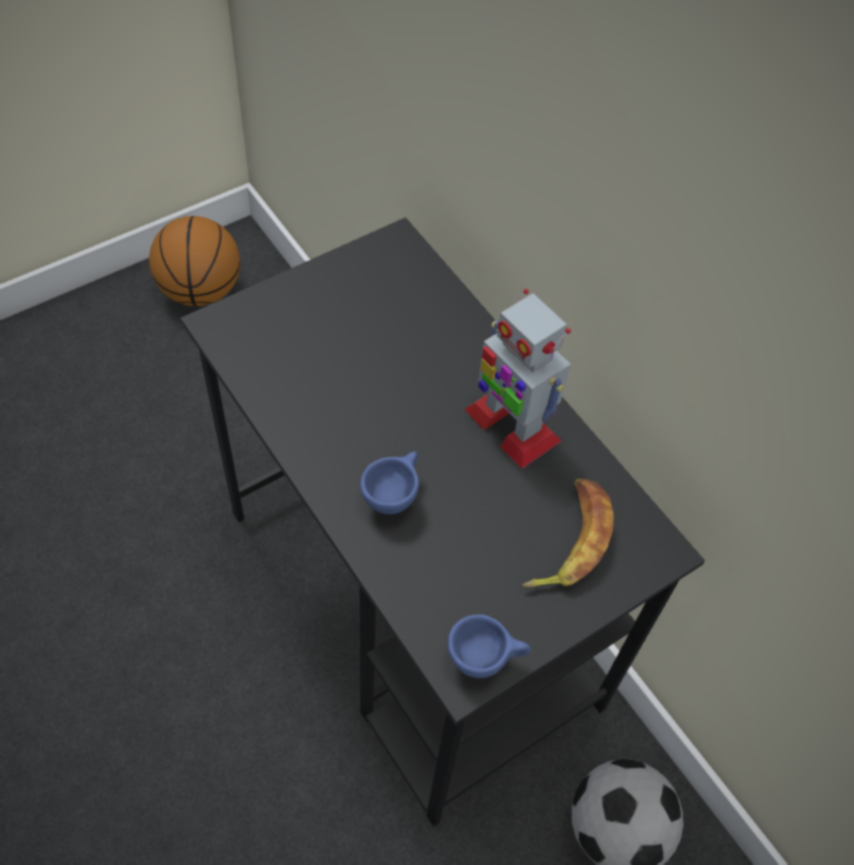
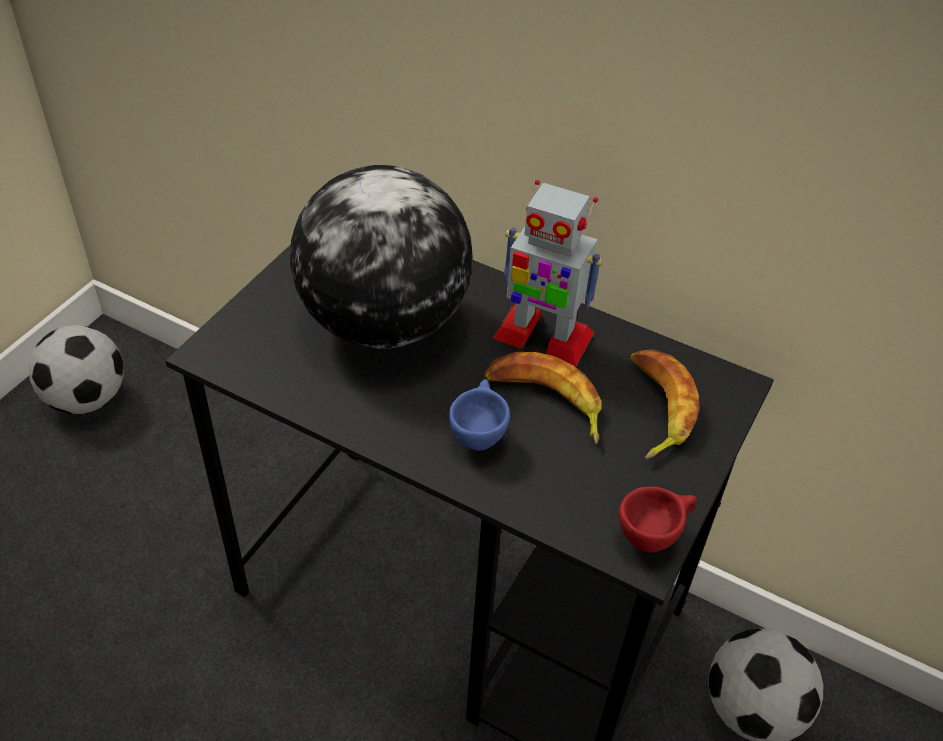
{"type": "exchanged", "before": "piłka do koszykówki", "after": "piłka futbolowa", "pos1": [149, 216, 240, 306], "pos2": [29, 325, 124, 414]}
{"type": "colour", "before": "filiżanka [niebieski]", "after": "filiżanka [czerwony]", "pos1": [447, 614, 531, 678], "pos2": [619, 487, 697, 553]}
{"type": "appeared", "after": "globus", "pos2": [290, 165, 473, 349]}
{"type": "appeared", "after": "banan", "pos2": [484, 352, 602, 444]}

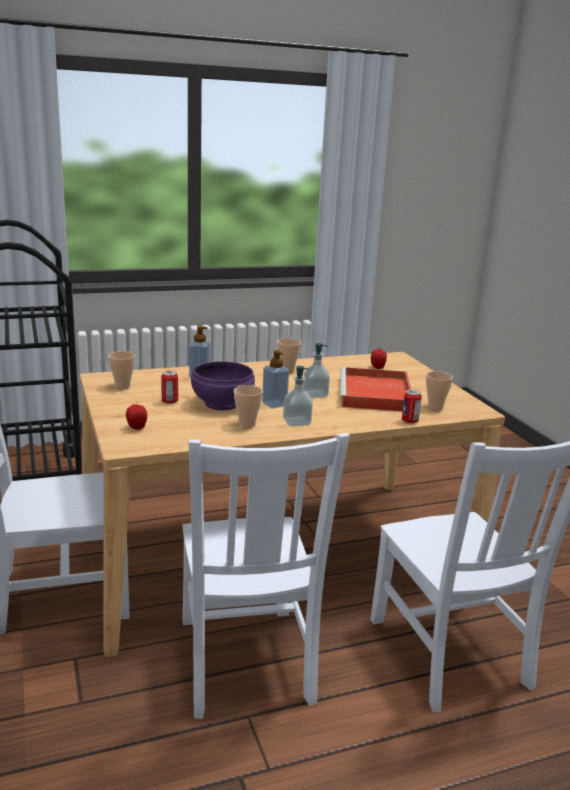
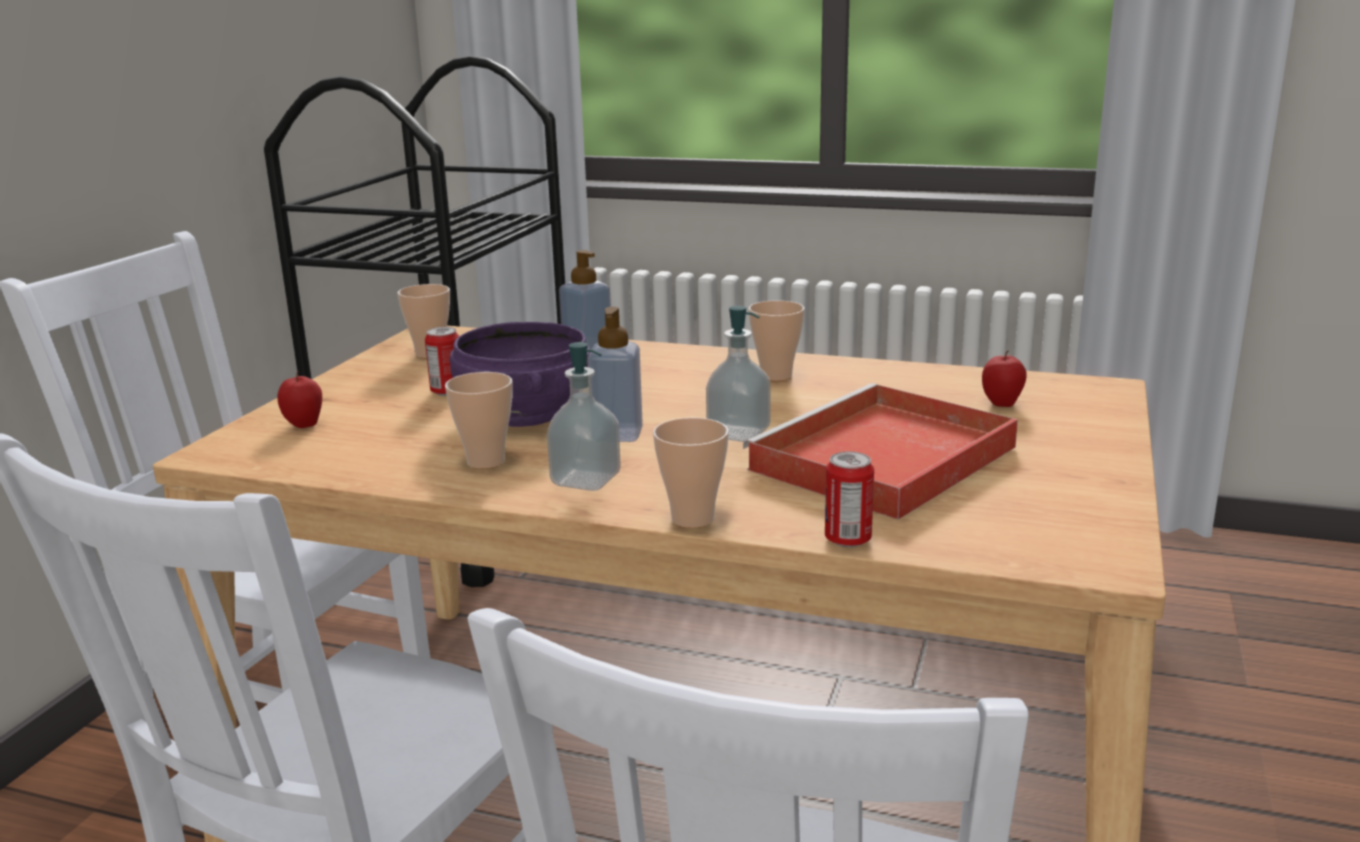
{"type": "relocated", "before": "filiżanka", "pos1": [426, 371, 453, 410], "pos2": [653, 417, 729, 528]}

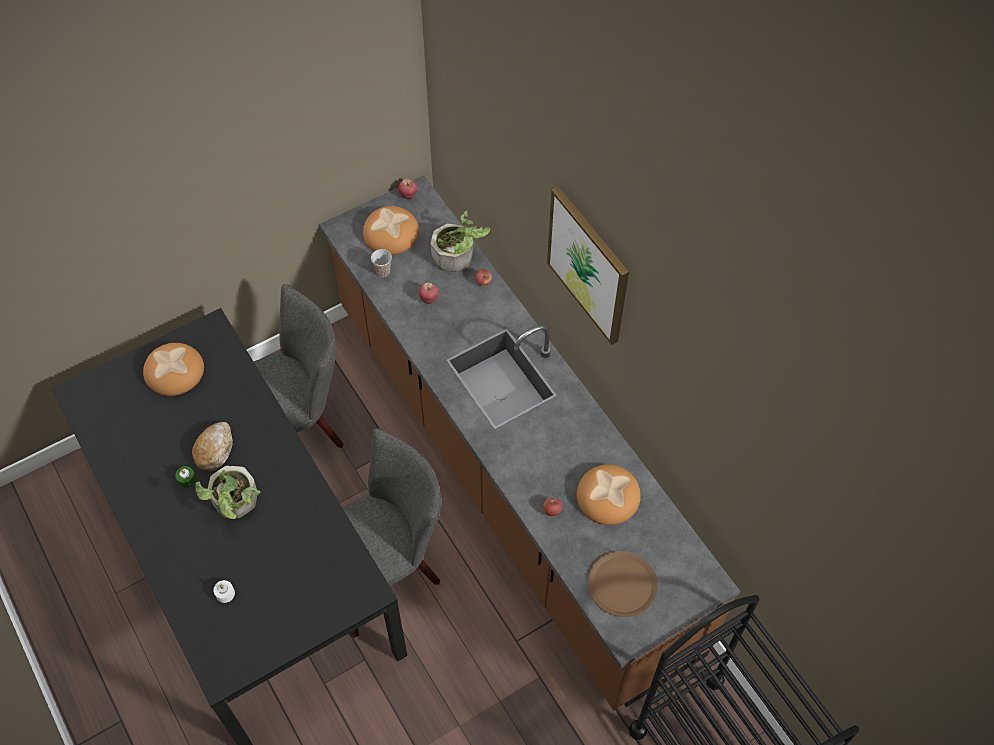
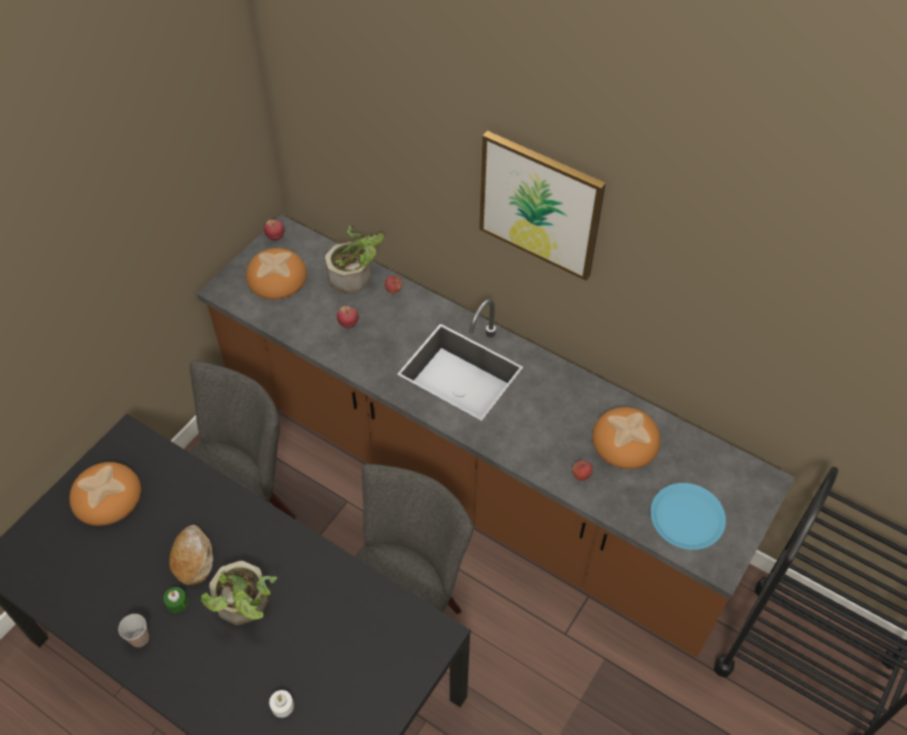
{"type": "relocated", "before": "filiżanka", "pos1": [371, 249, 392, 277], "pos2": [118, 614, 149, 647]}
{"type": "colour", "before": "talerz [brązowy]", "after": "talerz [niebieski]", "pos1": [588, 551, 658, 617], "pos2": [650, 483, 726, 550]}

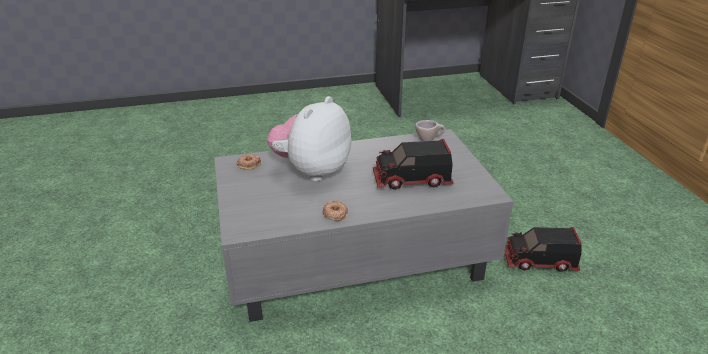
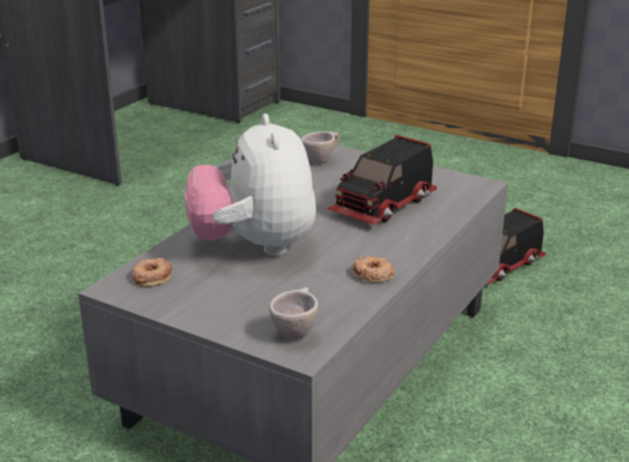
{"type": "appeared", "after": "filiżanka [beżowy]", "pos2": [269, 287, 318, 340]}

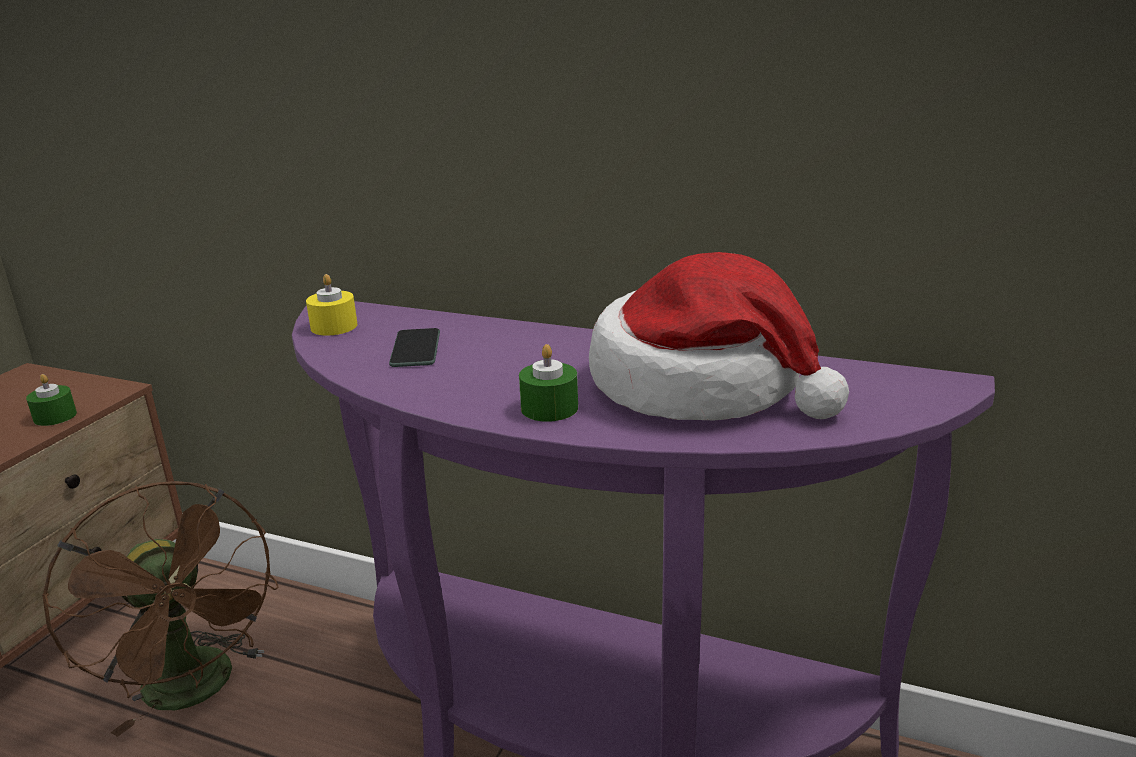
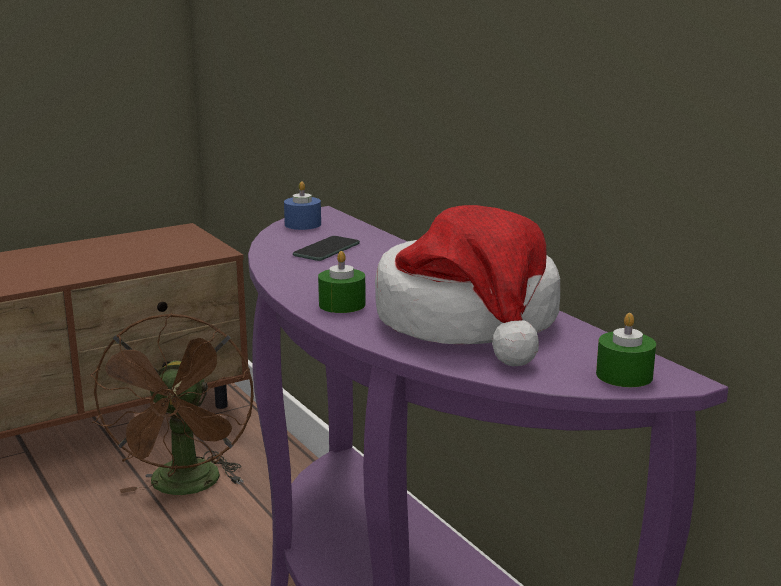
{"type": "relocated", "before": "świeca [zielony]", "pos1": [26, 374, 77, 426], "pos2": [596, 313, 656, 387]}
{"type": "colour", "before": "świeca [żółty]", "after": "świeca [niebieski]", "pos1": [306, 274, 357, 335], "pos2": [284, 181, 321, 230]}

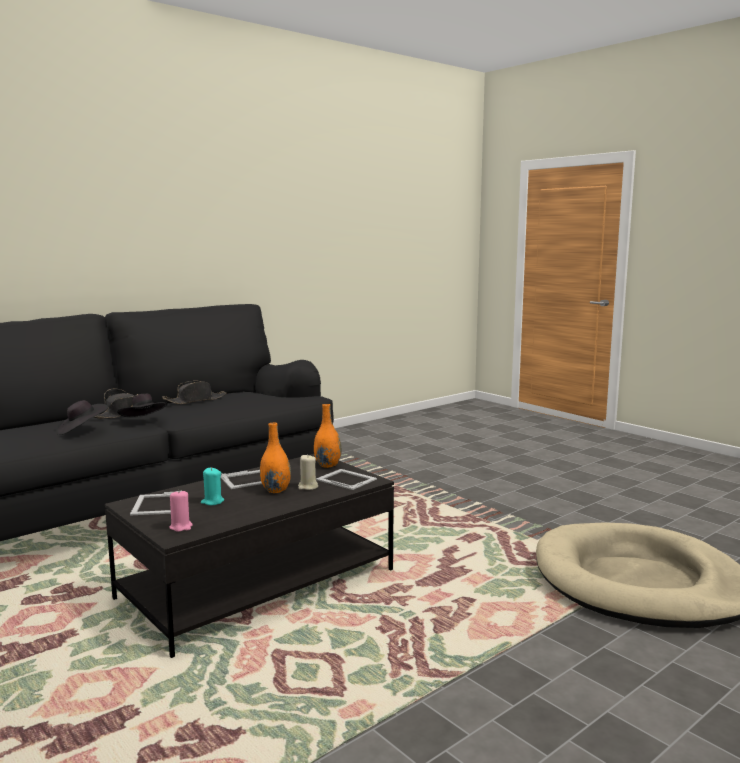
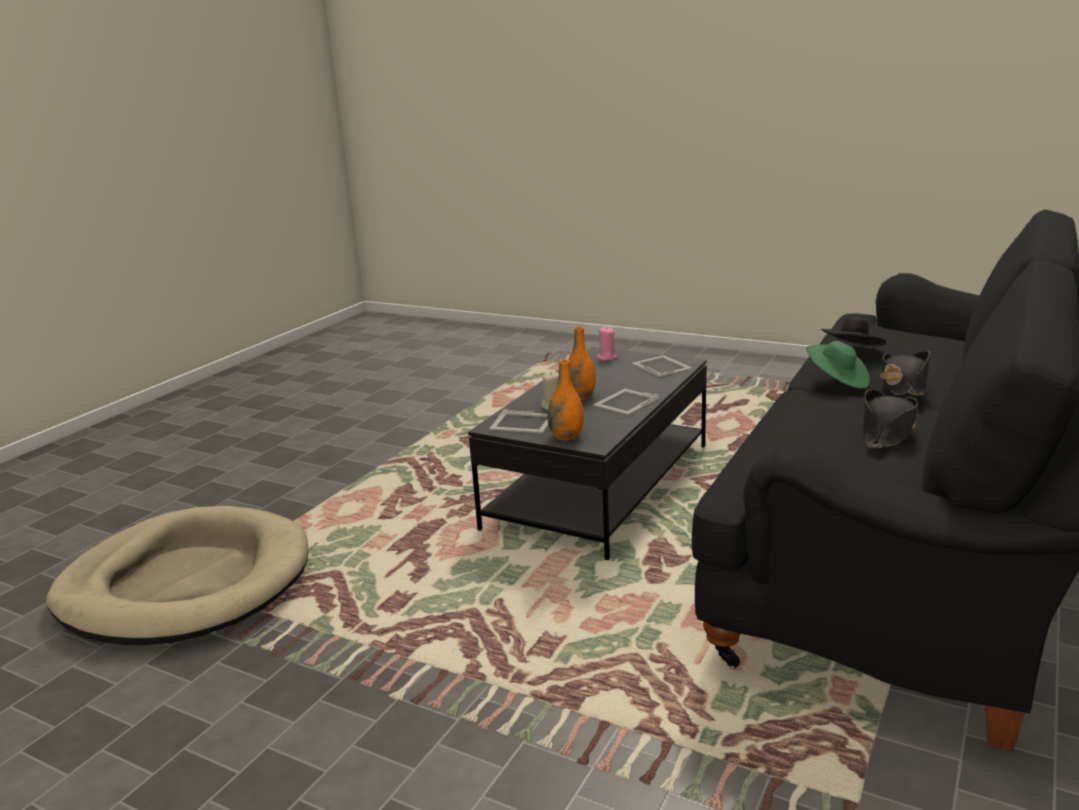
{"type": "colour", "before": "kapelusz [czarny]", "after": "kapelusz [zielony]", "pos1": [117, 394, 168, 417], "pos2": [806, 341, 870, 389]}
{"type": "missing", "before": "świeca [turkusowy]", "pos1": [201, 467, 224, 505]}

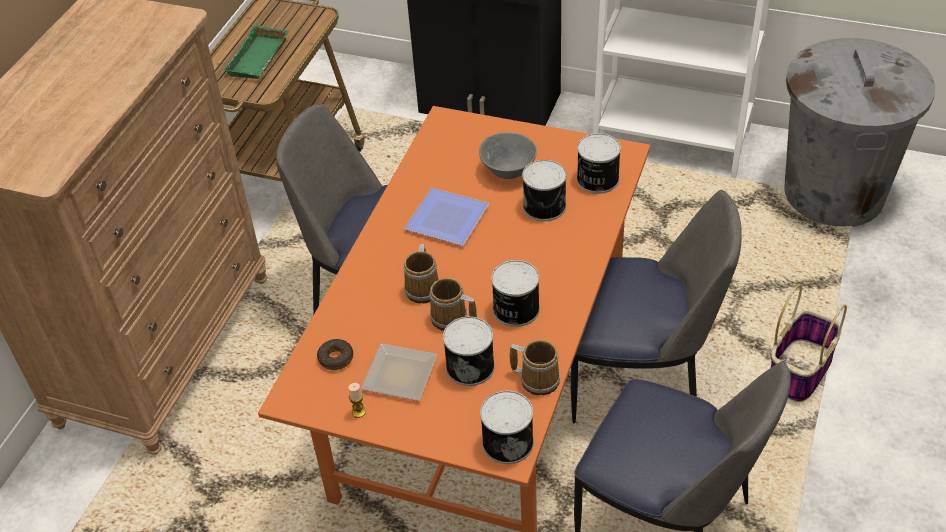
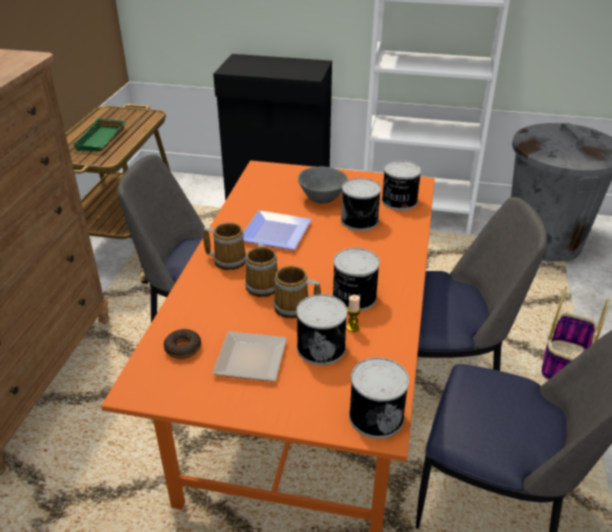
{"type": "relocated", "before": "świeca", "pos1": [348, 383, 366, 418], "pos2": [346, 295, 361, 332]}
{"type": "relocated", "before": "kubek", "pos1": [510, 340, 560, 395], "pos2": [203, 222, 246, 270]}

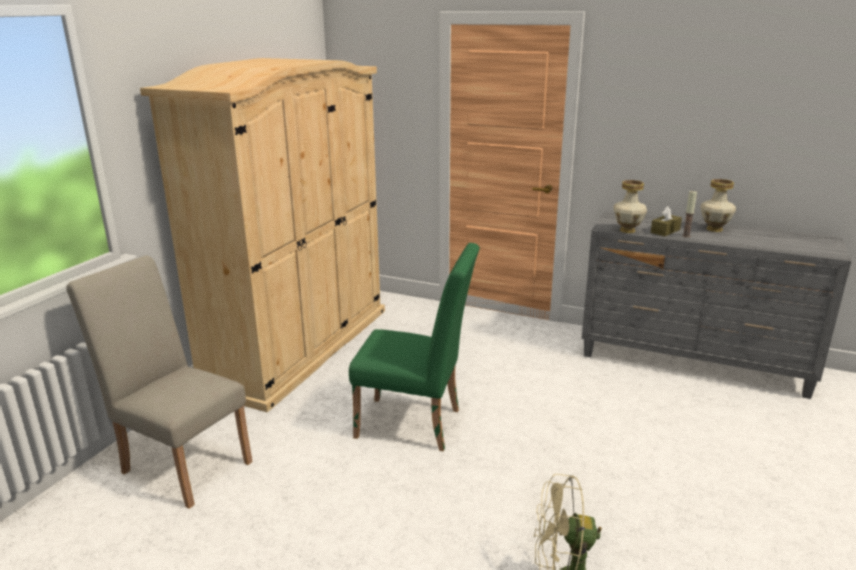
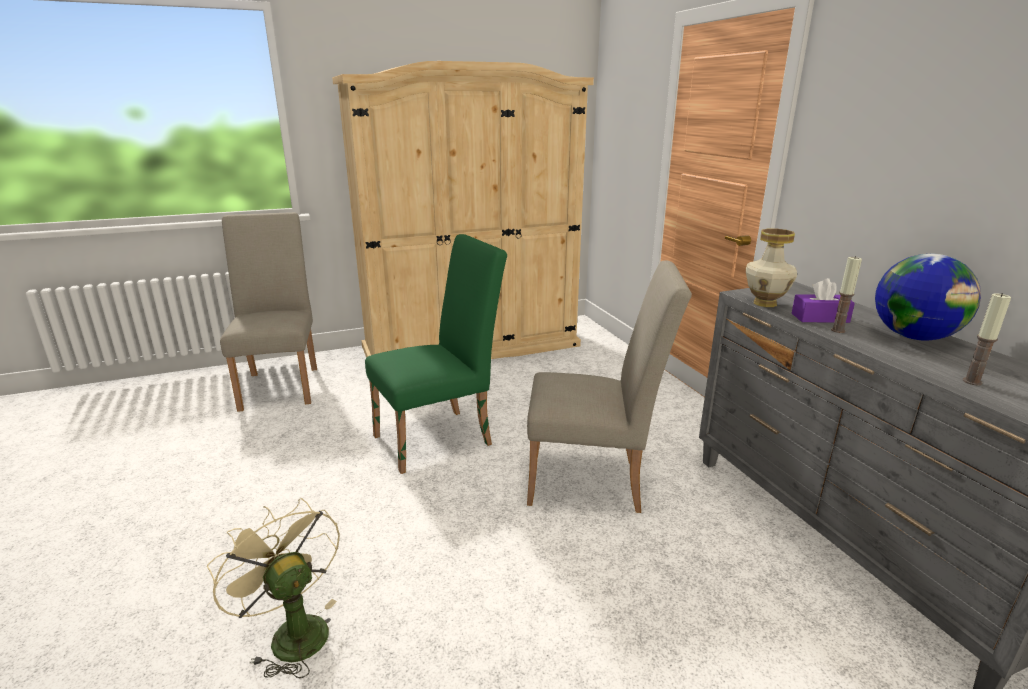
{"type": "spun", "before": "krzesło [zielony]", "pos1": [349, 243, 480, 451], "pos2": [365, 234, 507, 474], "turn": -90}
{"type": "colour", "before": "pudełko chusteczek [brązowy]", "after": "pudełko chusteczek [fioletowy]", "pos1": [651, 206, 682, 236], "pos2": [792, 278, 855, 323]}
{"type": "exchanged", "before": "wazon", "after": "globus", "pos1": [700, 179, 736, 232], "pos2": [875, 254, 981, 341]}
{"type": "appeared", "after": "krzesło [beżowy]", "pos2": [527, 260, 692, 513]}
{"type": "appeared", "after": "świeca", "pos2": [963, 293, 1011, 385]}

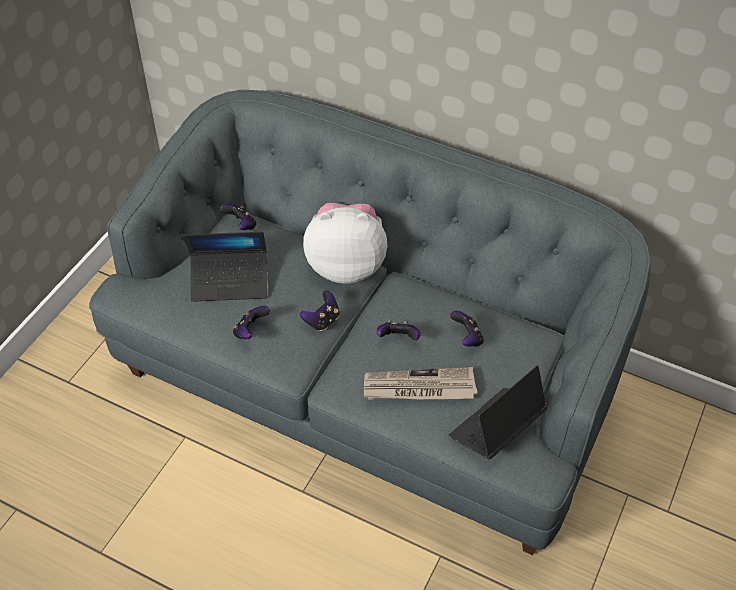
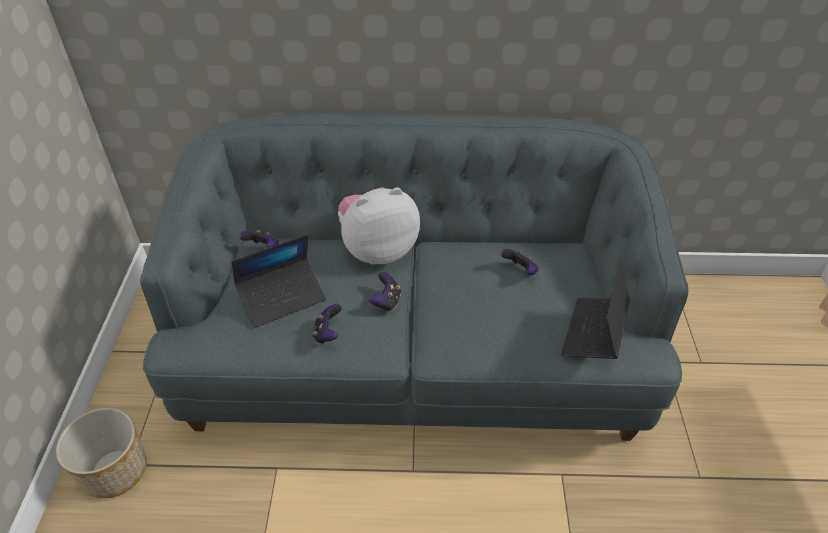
{"type": "missing", "before": "gazeta", "pos1": [364, 367, 477, 400]}
{"type": "missing", "before": "pad do gier", "pos1": [377, 320, 420, 340]}
{"type": "appeared", "after": "donica", "pos2": [56, 408, 147, 498]}

